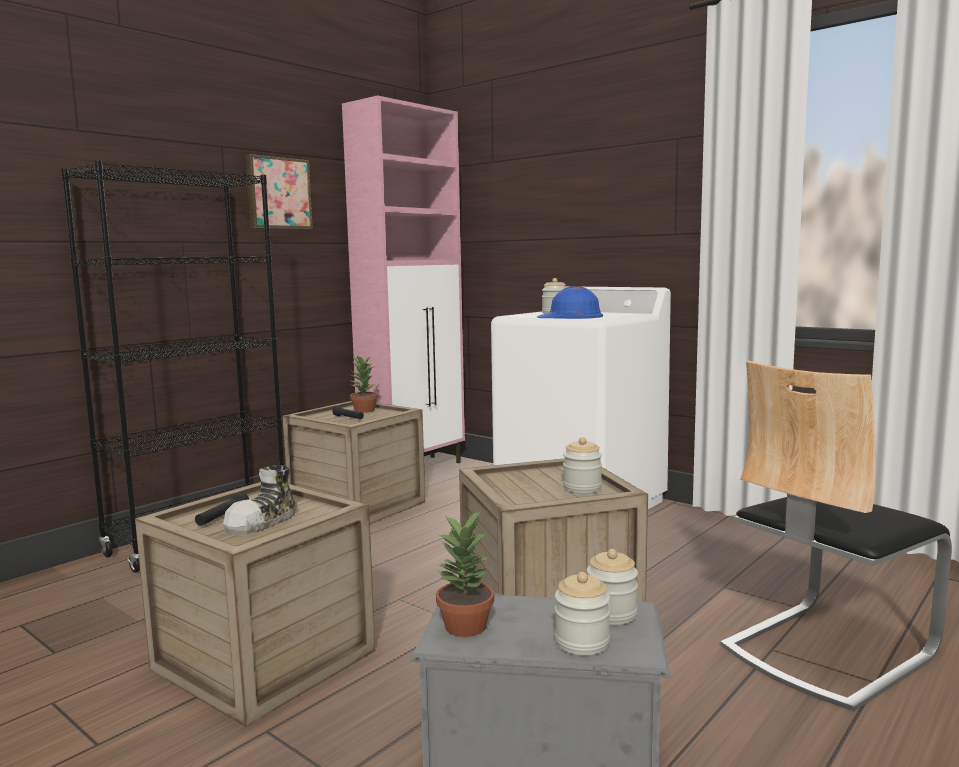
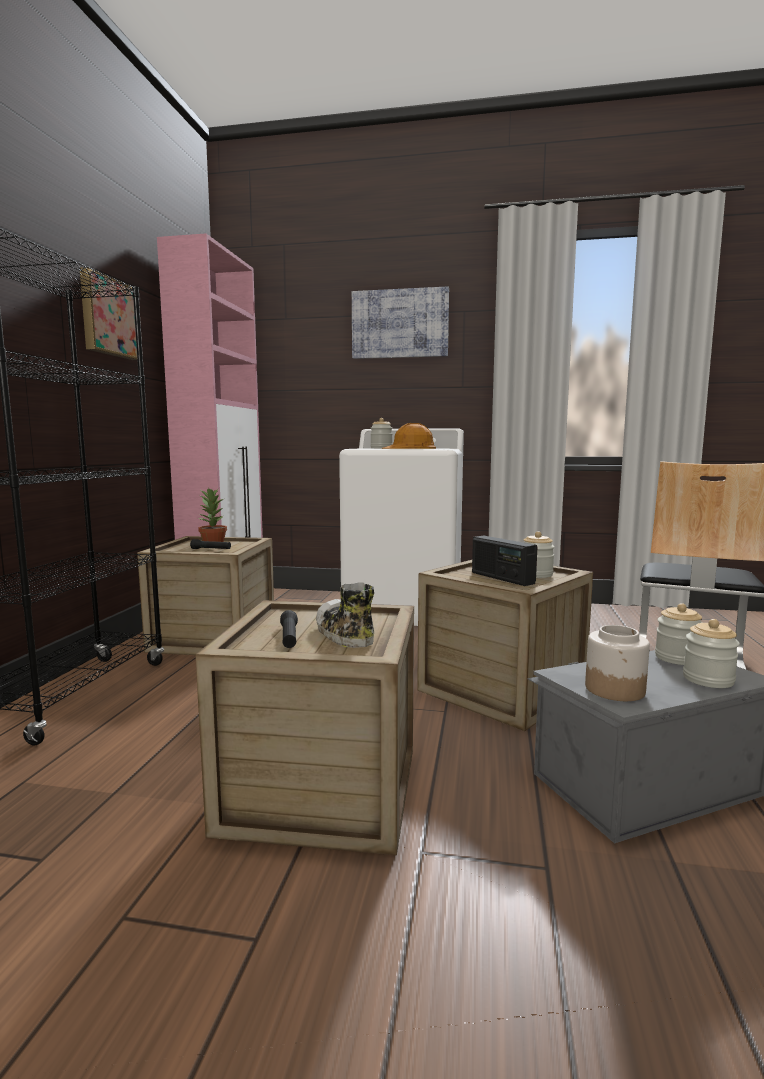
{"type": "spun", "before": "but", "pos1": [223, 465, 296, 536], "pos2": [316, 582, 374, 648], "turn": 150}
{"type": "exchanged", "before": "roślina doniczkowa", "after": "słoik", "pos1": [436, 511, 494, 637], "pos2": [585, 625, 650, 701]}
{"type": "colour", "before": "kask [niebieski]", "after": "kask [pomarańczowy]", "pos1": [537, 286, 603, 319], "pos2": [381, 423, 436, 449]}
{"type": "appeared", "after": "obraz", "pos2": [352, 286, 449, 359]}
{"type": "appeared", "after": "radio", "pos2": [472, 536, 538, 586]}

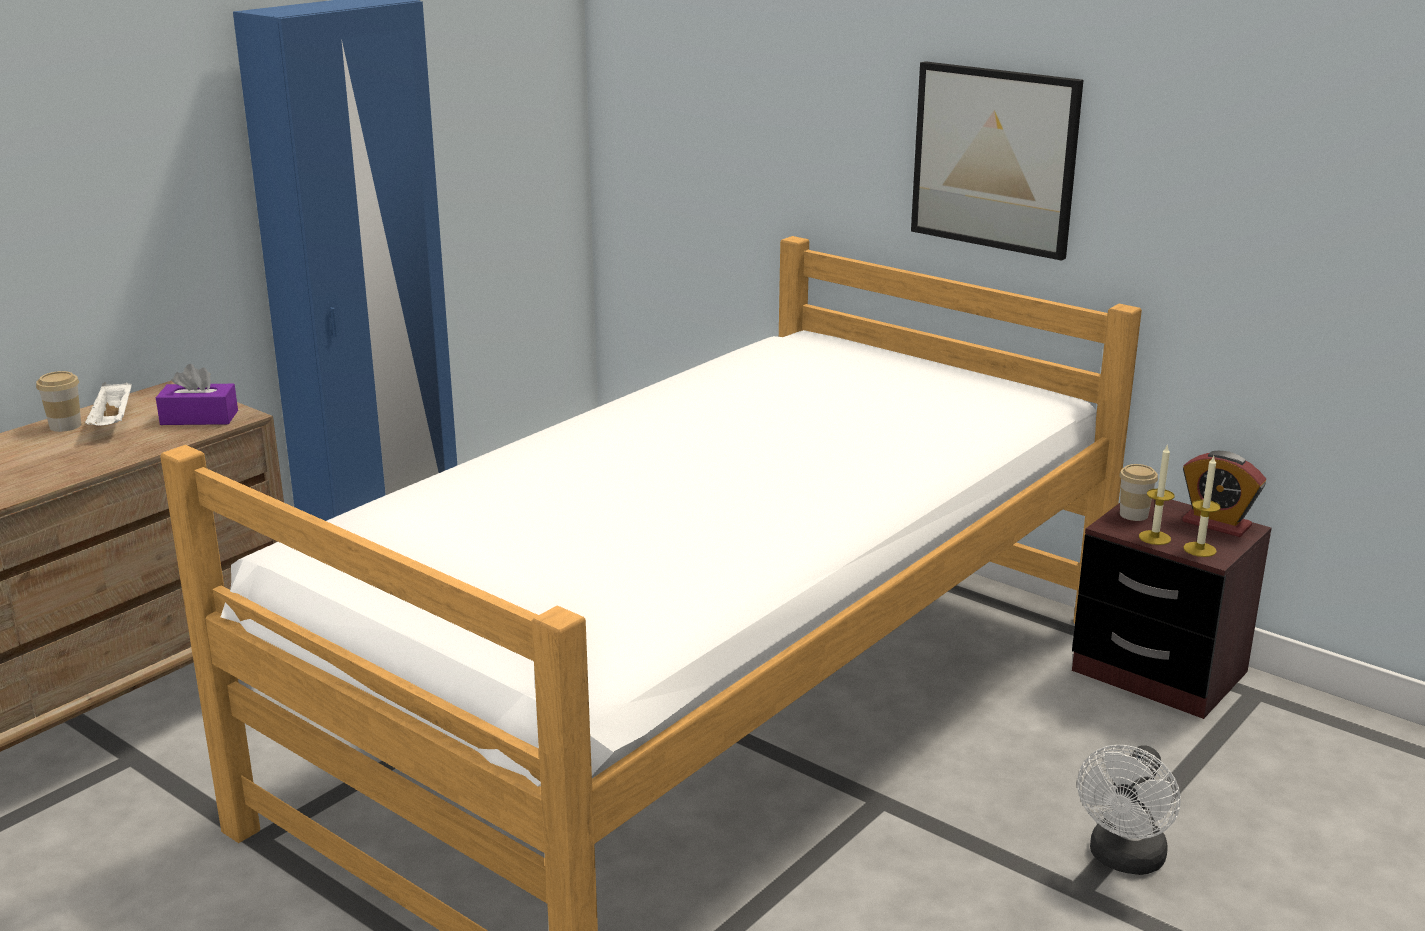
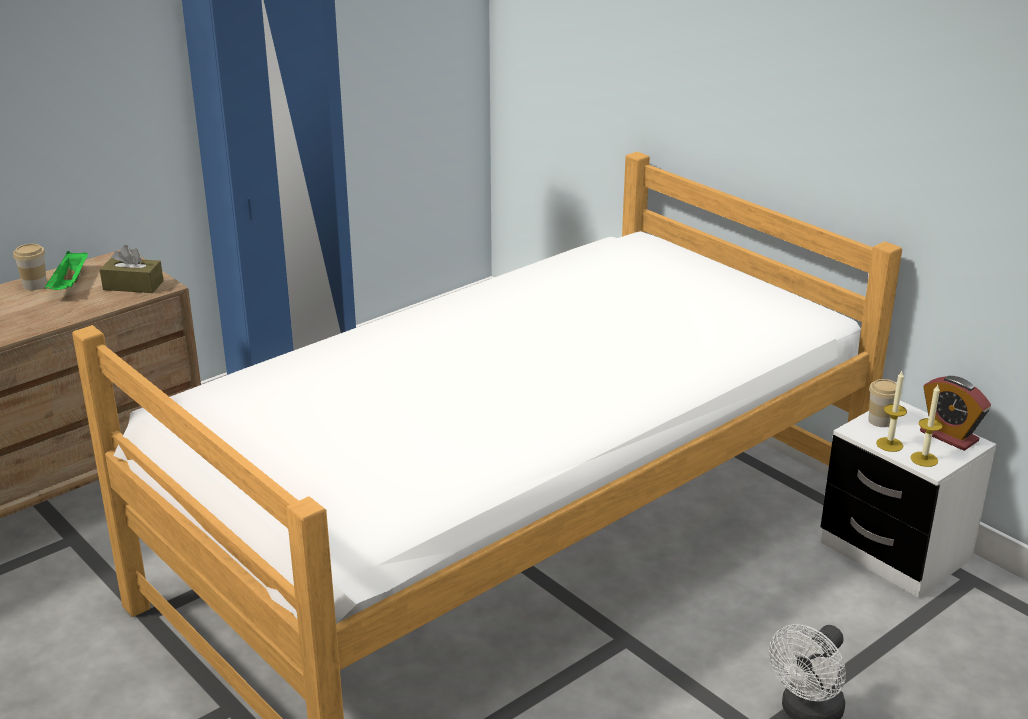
{"type": "colour", "before": "taca [biały]", "after": "taca [zielony]", "pos1": [85, 382, 132, 426], "pos2": [45, 251, 88, 290]}
{"type": "colour", "before": "pudełko chusteczek [fioletowy]", "after": "pudełko chusteczek [brązowy]", "pos1": [156, 364, 238, 425], "pos2": [100, 245, 164, 293]}
{"type": "missing", "before": "obraz", "pos1": [911, 61, 1083, 261]}
{"type": "colour", "before": "szafka nocna [brązowy]", "after": "szafka nocna [biały]", "pos1": [1072, 499, 1272, 719], "pos2": [821, 400, 996, 598]}

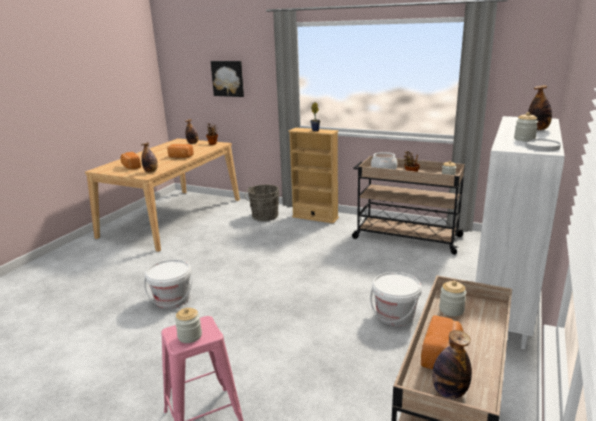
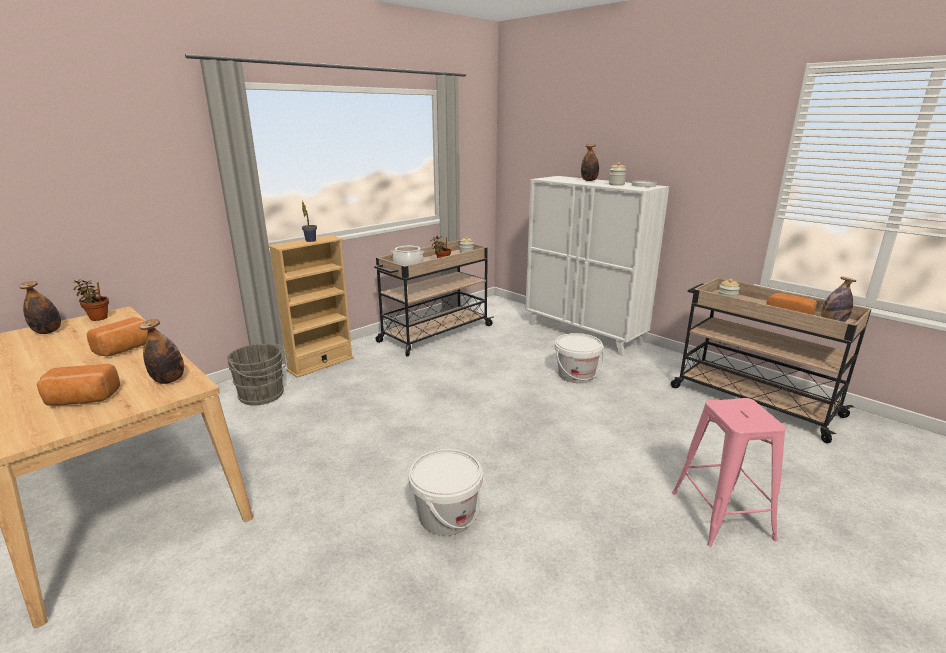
{"type": "missing", "before": "słoik", "pos1": [175, 308, 202, 343]}
{"type": "missing", "before": "obraz", "pos1": [211, 61, 244, 97]}

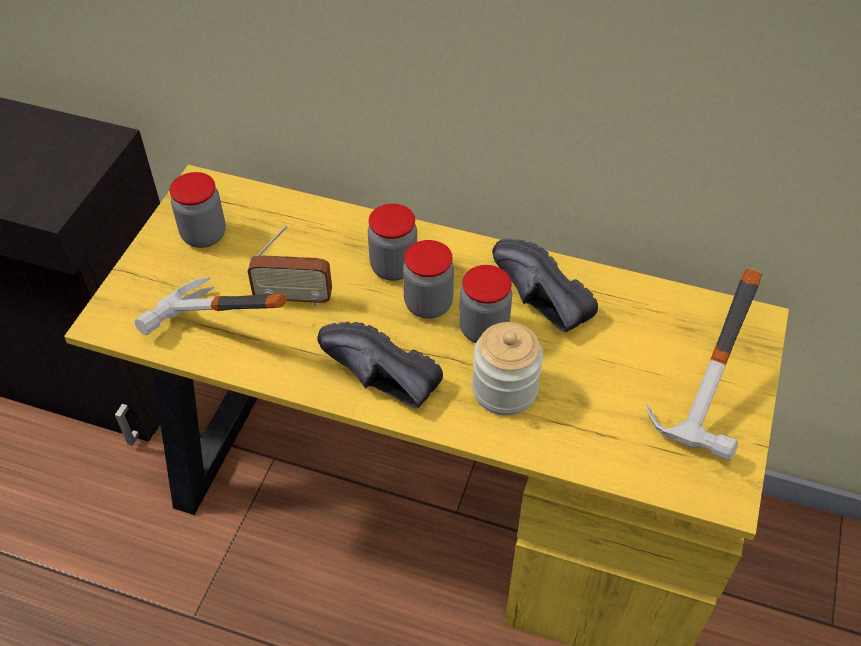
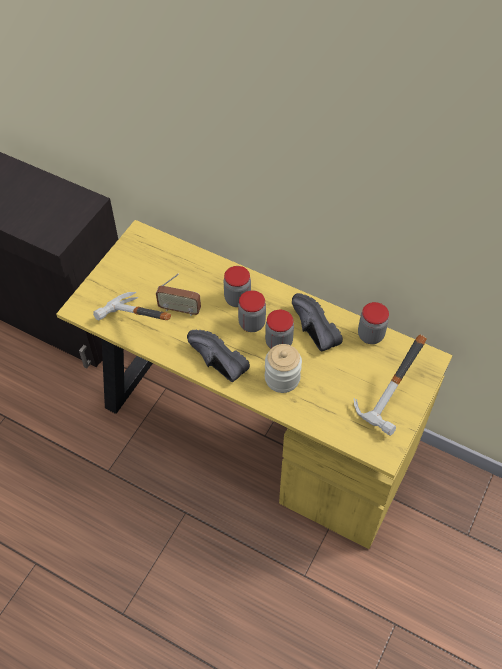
{"type": "relocated", "before": "słoik", "pos1": [169, 172, 226, 248], "pos2": [358, 302, 389, 344]}

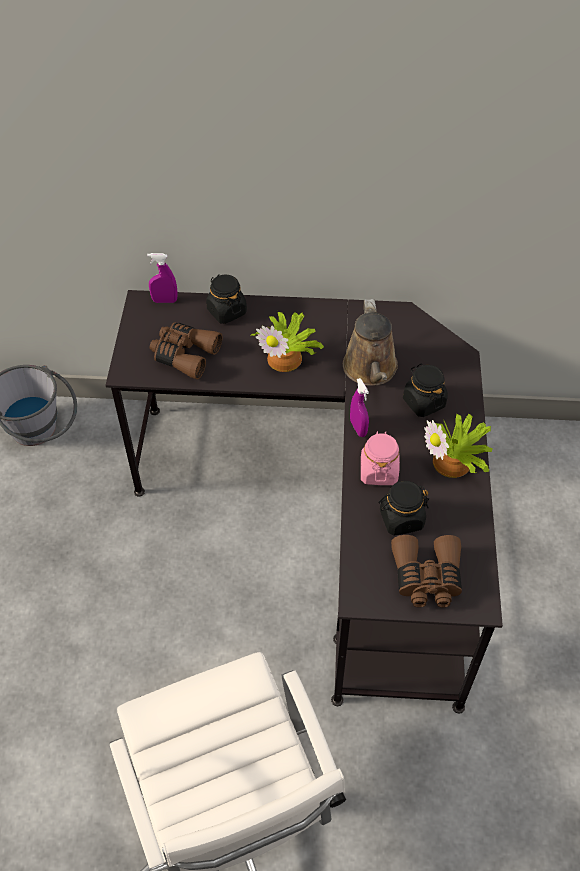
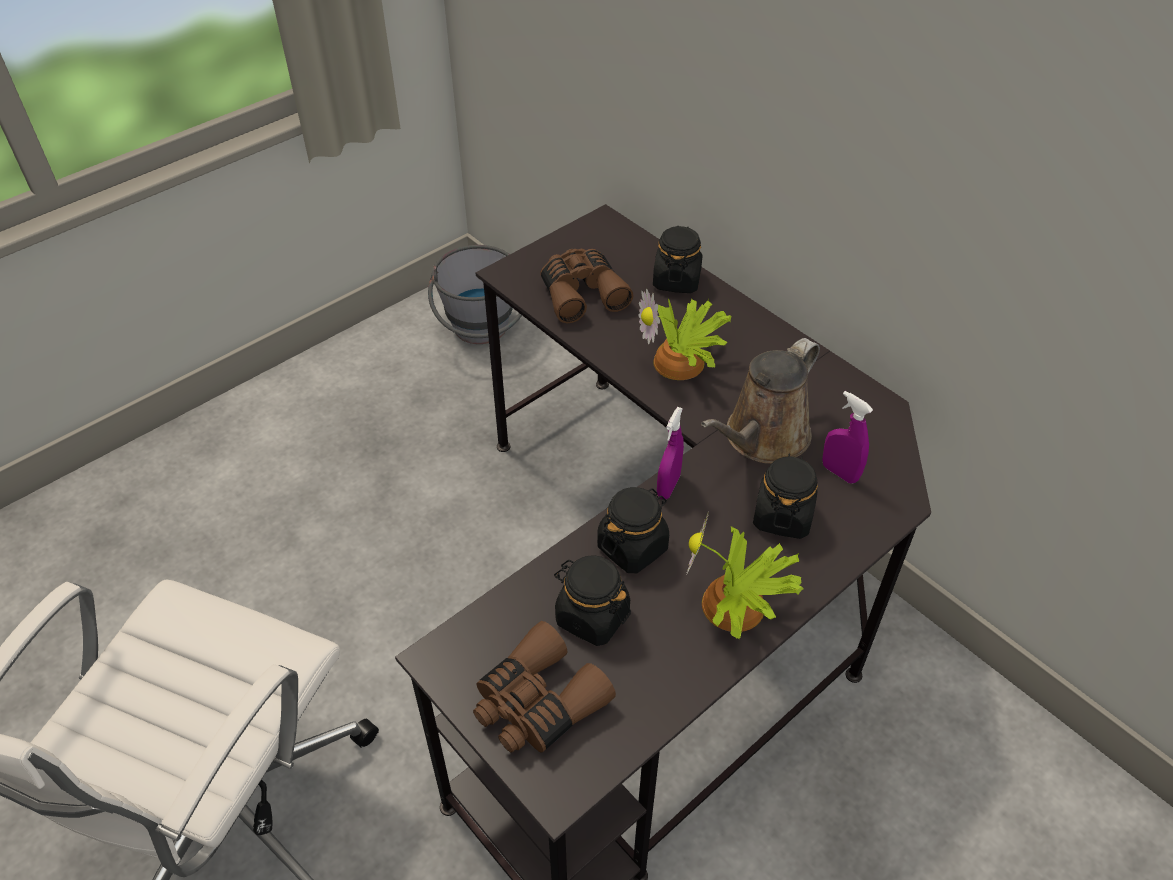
{"type": "relocated", "before": "spryskiwacz [fioletowy]", "pos1": [147, 253, 178, 303], "pos2": [822, 391, 873, 483]}
{"type": "colour", "before": "słoik [różowy]", "after": "słoik [czarny]", "pos1": [361, 431, 400, 485], "pos2": [597, 487, 669, 573]}

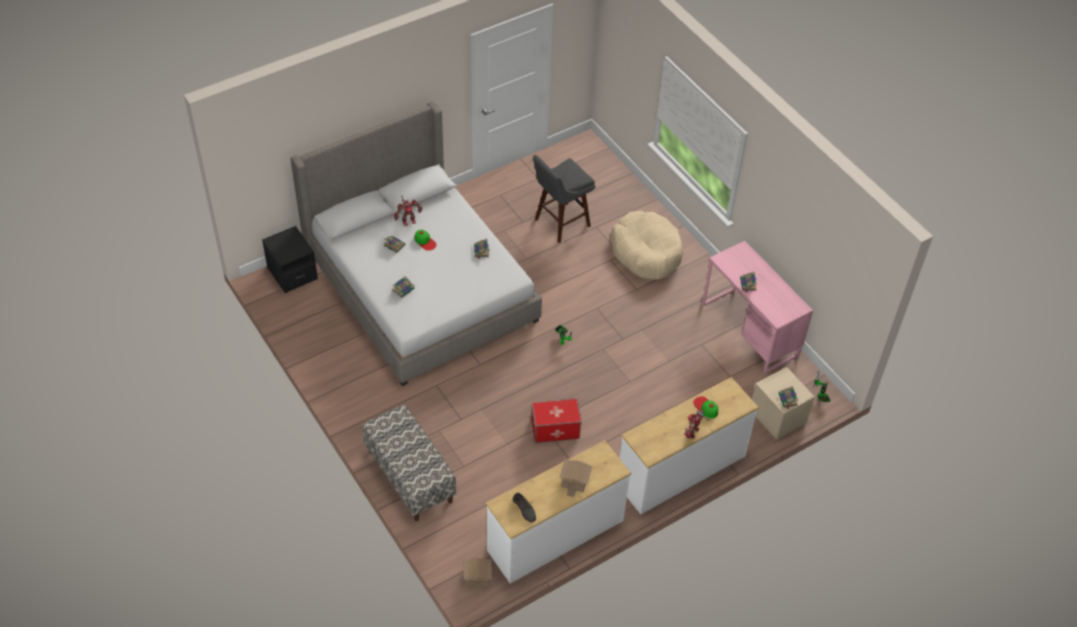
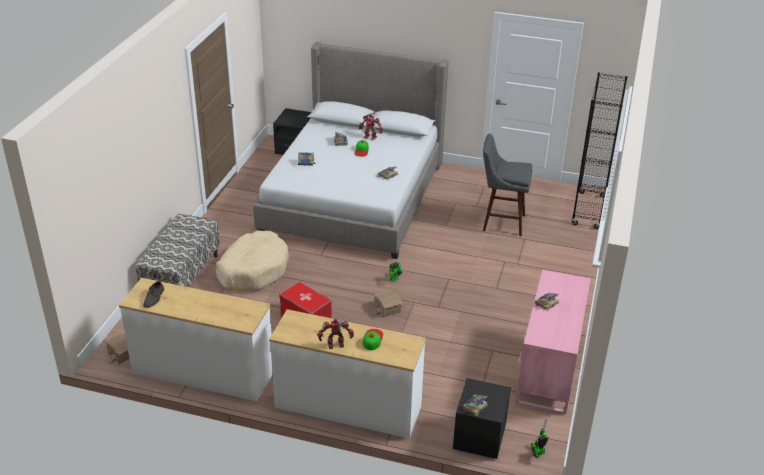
{"type": "relocated", "before": "domek", "pos1": [559, 460, 592, 497], "pos2": [371, 289, 404, 318]}
{"type": "relocated", "before": "legowisko [beżowy]", "pos1": [611, 211, 683, 279], "pos2": [216, 230, 289, 291]}
{"type": "colour", "before": "szafka nocna [beżowy]", "after": "szafka nocna [czarny]", "pos1": [752, 367, 815, 440], "pos2": [453, 378, 511, 459]}
{"type": "appeared", "after": "regał [czarny]", "pos2": [571, 72, 628, 229]}

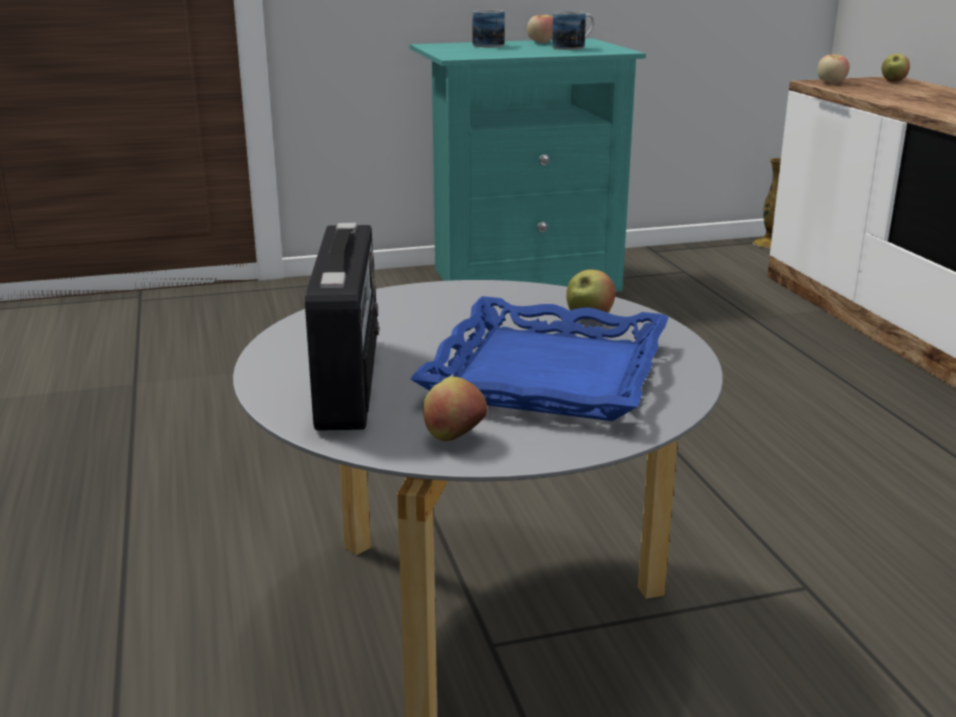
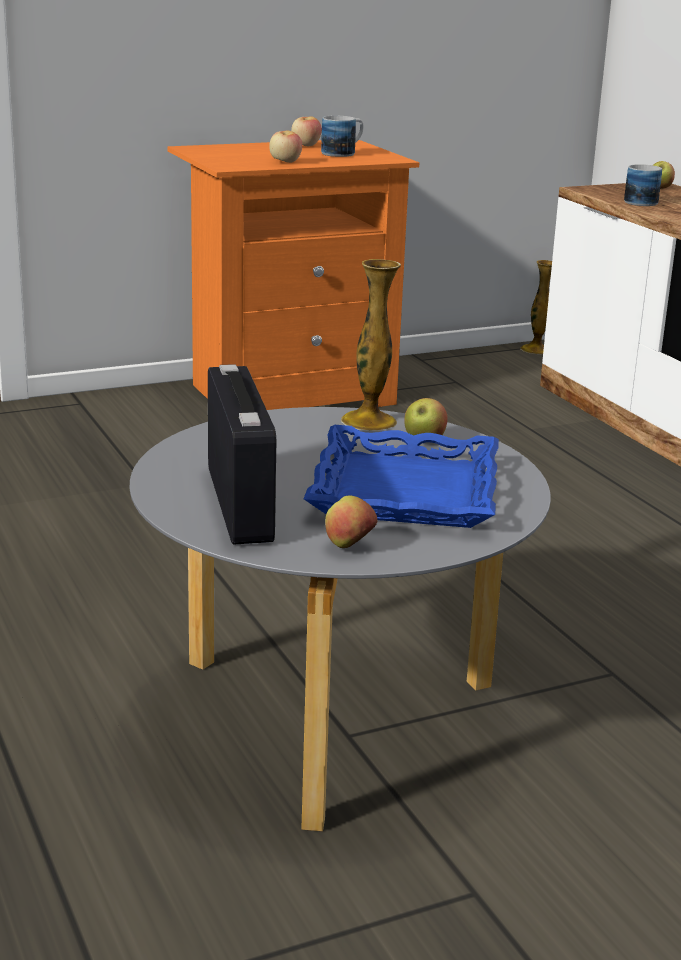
{"type": "colour", "before": "szafka nocna [turkusowy]", "after": "szafka nocna [pomarańczowy]", "pos1": [410, 38, 646, 292], "pos2": [167, 140, 419, 410]}
{"type": "relocated", "before": "kubek", "pos1": [473, 9, 505, 48], "pos2": [624, 164, 662, 206]}
{"type": "relocated", "before": "jabłko", "pos1": [817, 54, 849, 84], "pos2": [269, 131, 302, 163]}
{"type": "appeared", "after": "wazon", "pos2": [341, 259, 401, 431]}

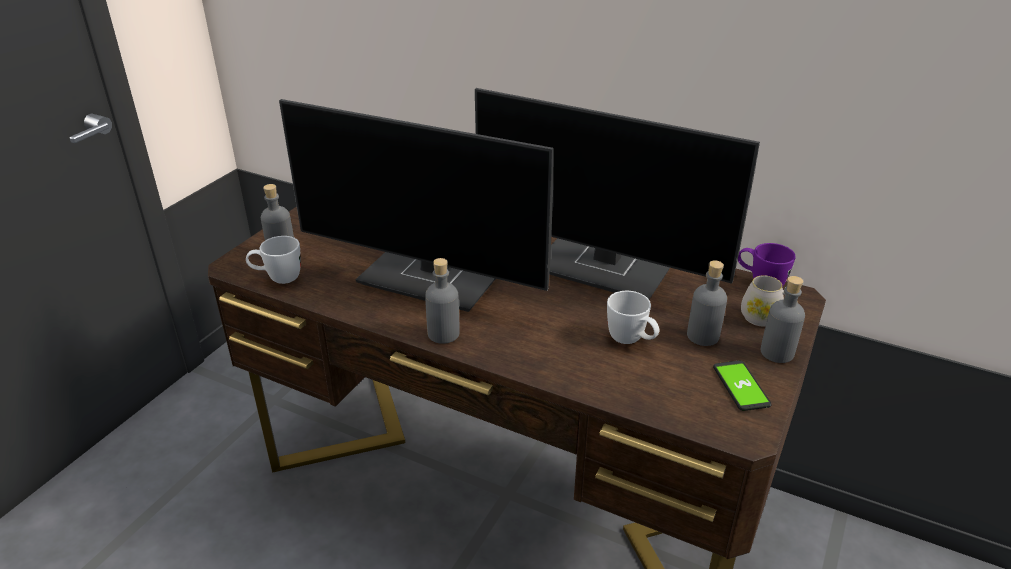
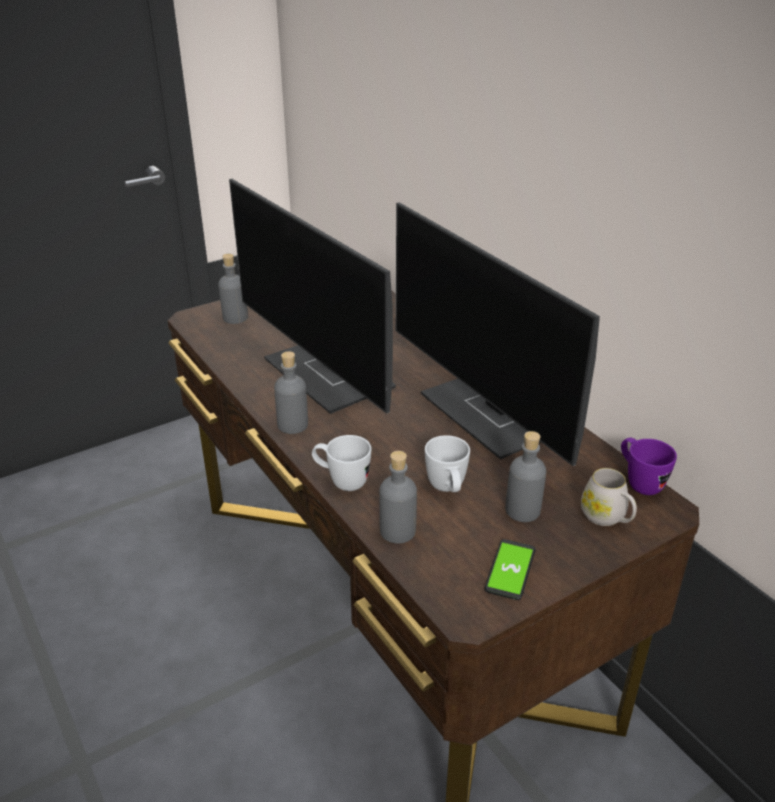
{"type": "relocated", "before": "kubek [biały]", "pos1": [246, 236, 301, 284], "pos2": [312, 435, 371, 491]}
{"type": "relocated", "before": "butelka [szary]", "pos1": [761, 276, 805, 363], "pos2": [379, 451, 417, 544]}

